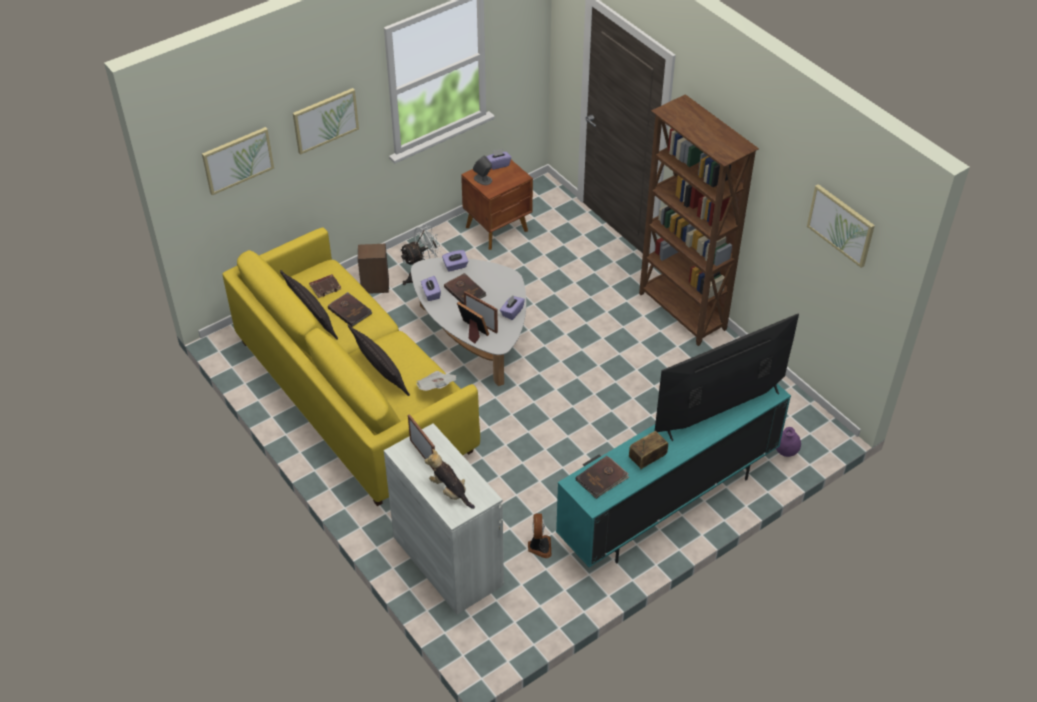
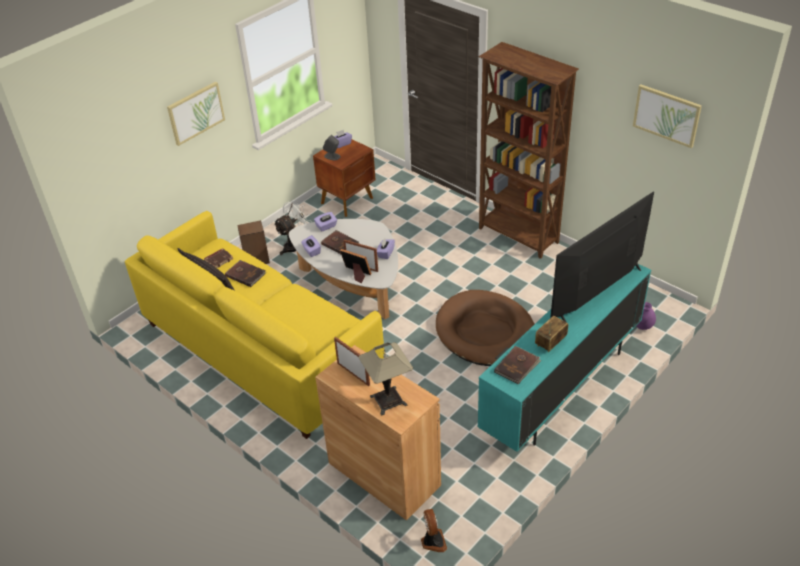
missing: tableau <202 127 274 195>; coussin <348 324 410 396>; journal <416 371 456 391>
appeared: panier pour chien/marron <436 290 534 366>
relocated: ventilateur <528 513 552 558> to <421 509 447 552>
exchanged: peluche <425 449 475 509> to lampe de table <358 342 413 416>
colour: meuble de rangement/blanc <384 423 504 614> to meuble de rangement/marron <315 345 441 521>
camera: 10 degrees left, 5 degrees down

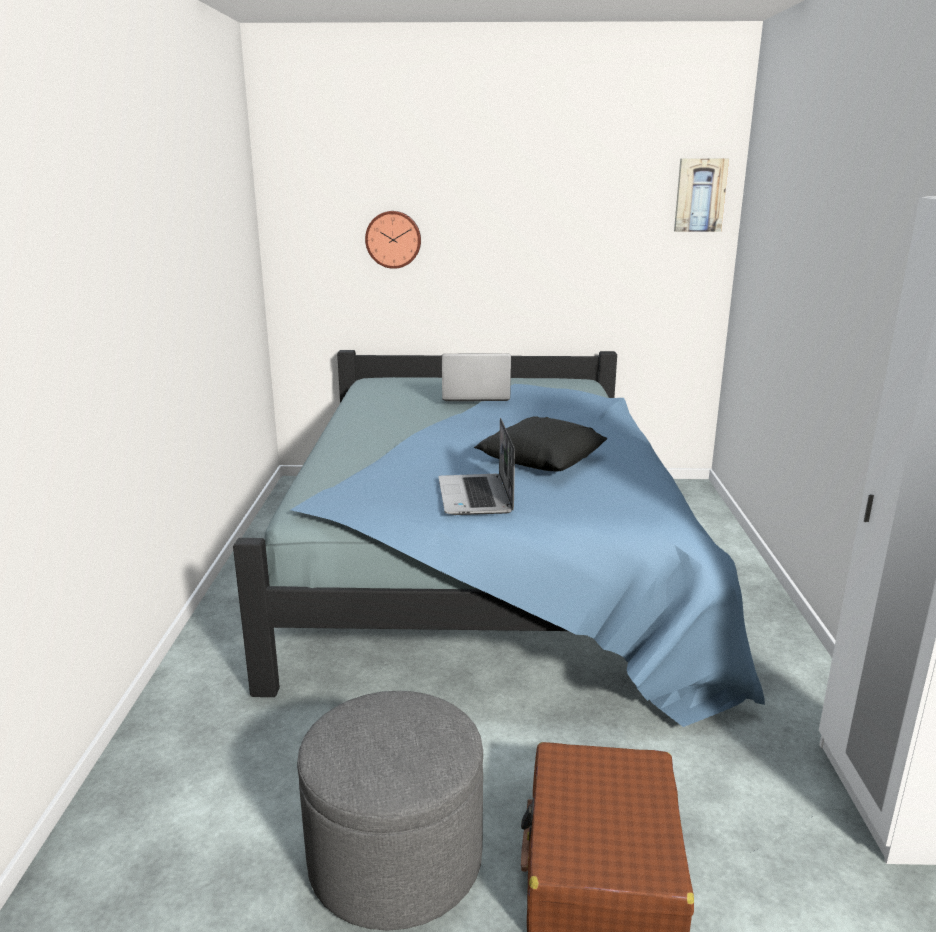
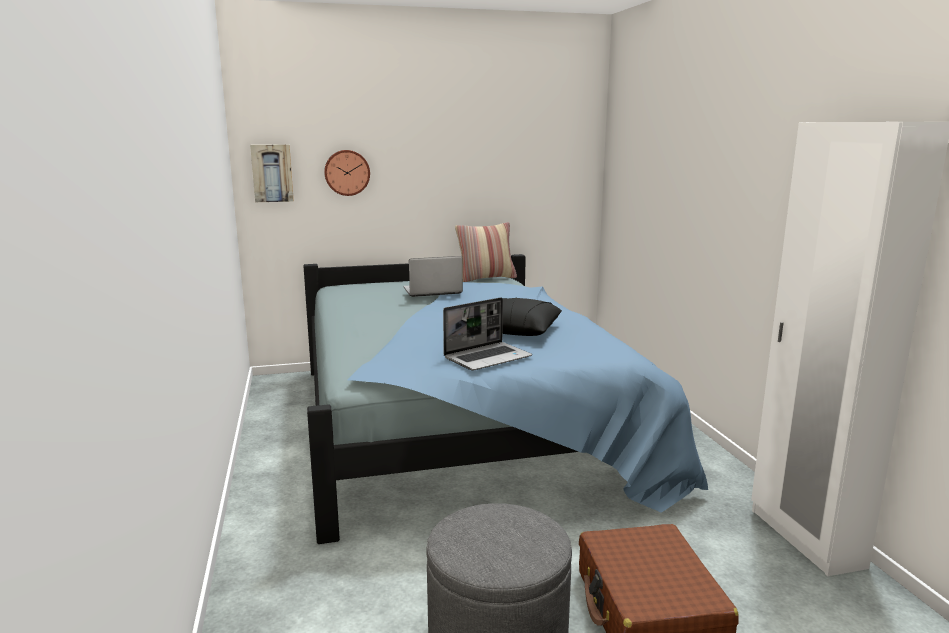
appeared: coussin <455 222 517 282>
relocated: tableau <674 159 729 232> to <250 145 294 202>
spun: ordinateur portable <439 418 515 515> = <443 297 532 371> 105 degrees counterclockwise
camera: 15 degrees left, 5 degrees down

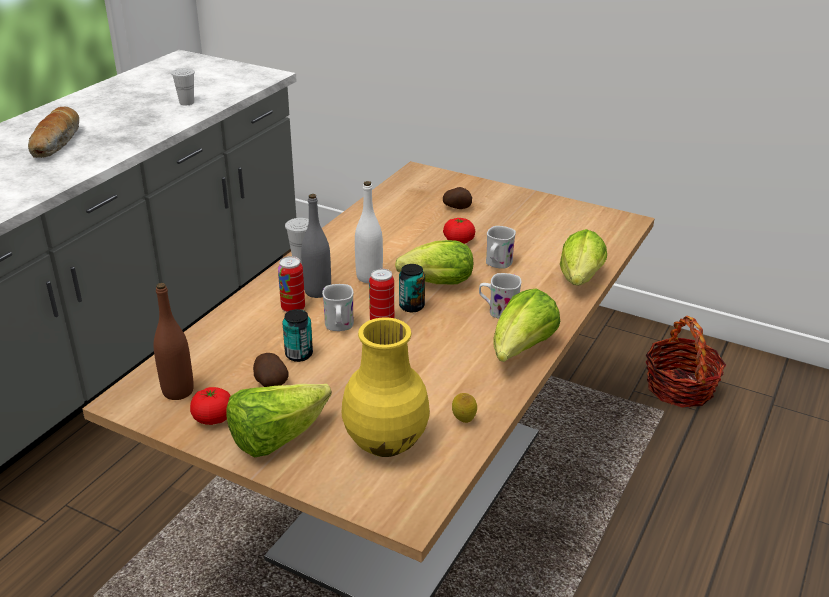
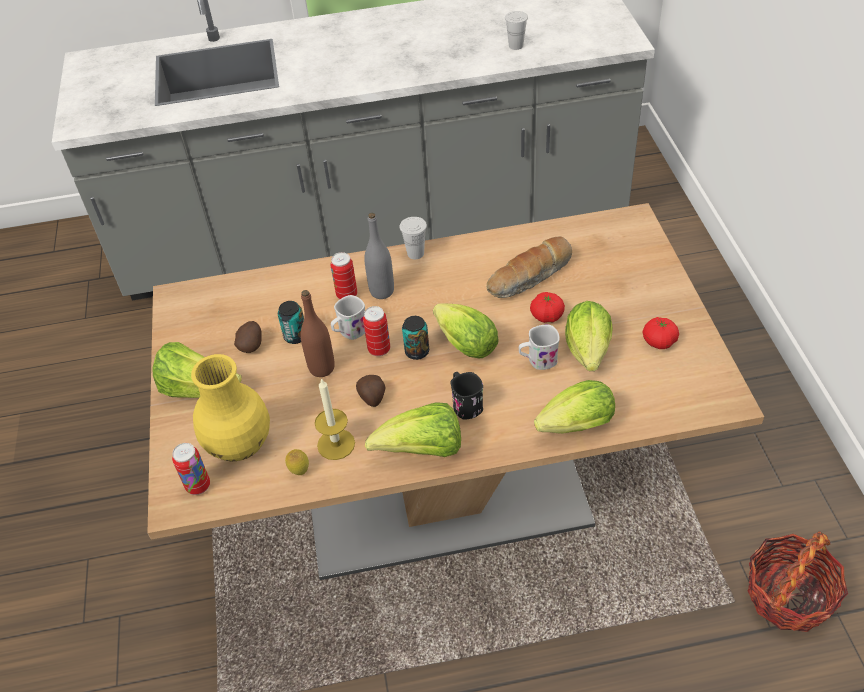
missing: bouteille/blanc <355 181 383 283>
appeared: boîte métallique <172 443 210 495>; bougie <315 378 355 460>; laitue <565 301 613 371>
relocated: pain <28 107 79 158> to <487 236 572 298>; bouteille/marron <153 283 194 400> to <300 290 335 377>; tomate <190 387 231 425> to <643 317 679 349>; pomme de terre <443 187 472 209> to <356 375 386 407>
colour: mug/blanc <479 273 521 319> to mug/noir <451 372 483 420>
camera: 55 degrees right, 15 degrees up

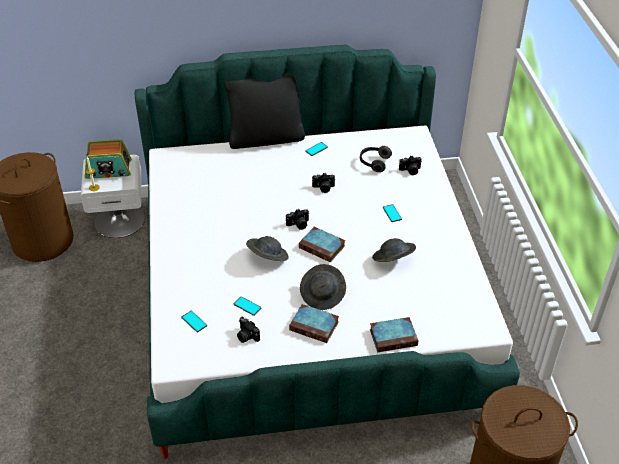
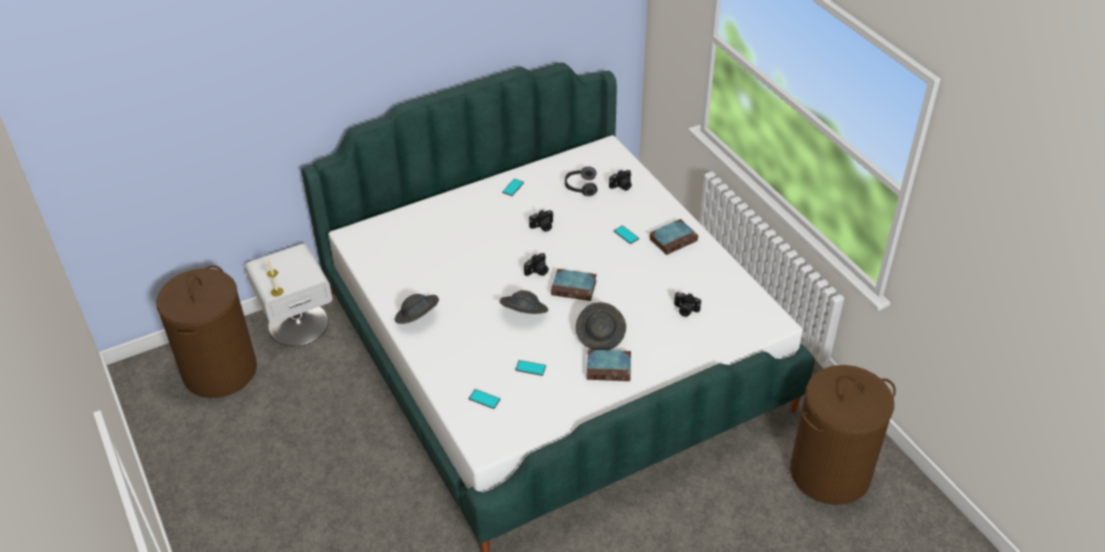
missing: radio <85 139 132 179>; coussin/noir <224 72 305 149>
relocated: appareil photo <237 317 260 343> to <674 292 701 317>; livre <370 317 418 352> to <650 219 698 255>; chapeau/gris <372 238 416 262> to <395 294 439 324>
camera: 20 degrees left, 0 degrees up

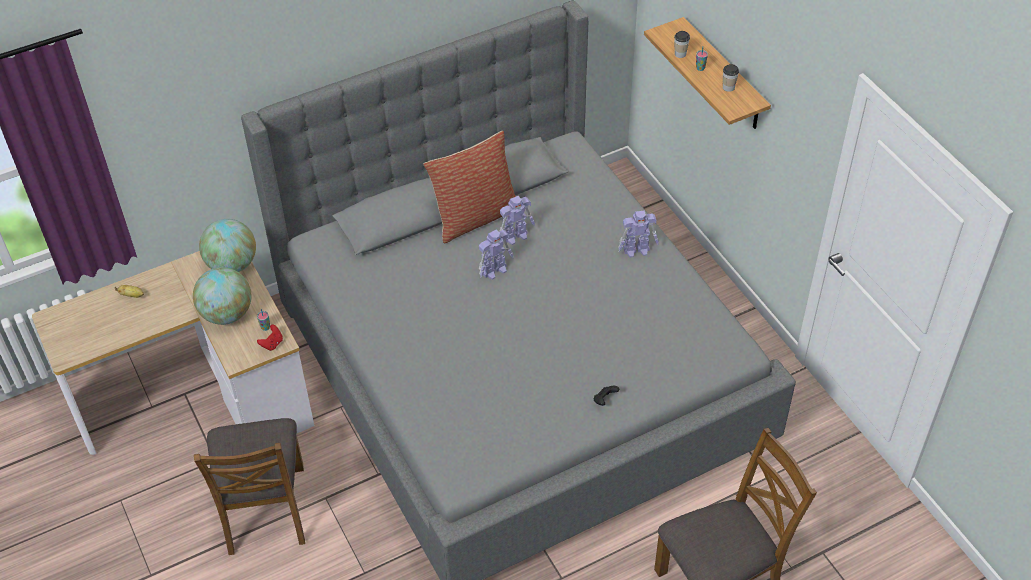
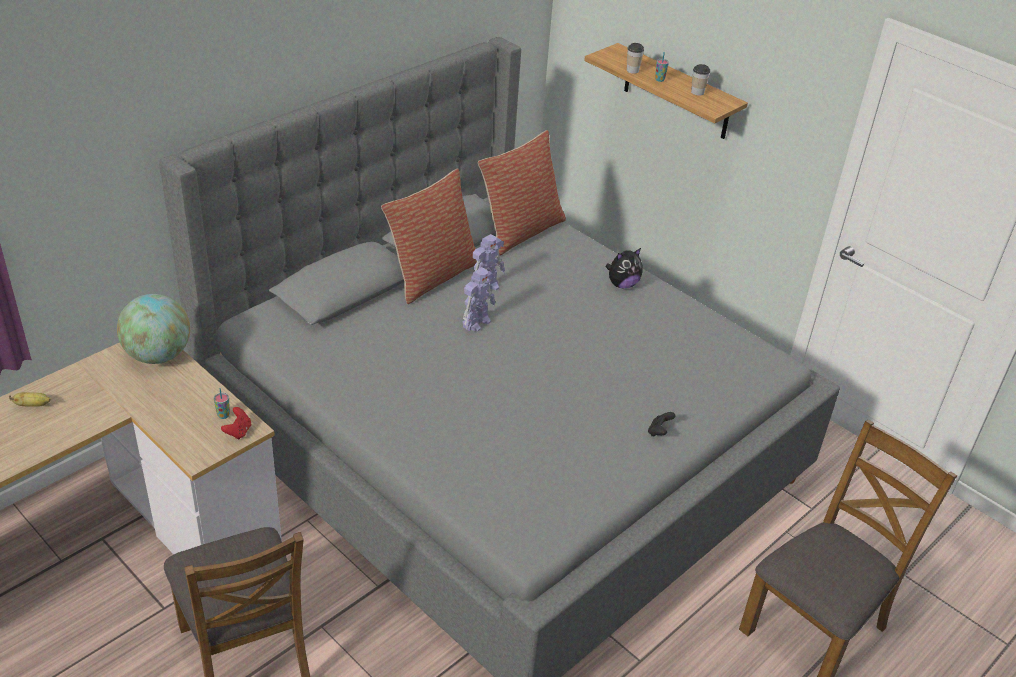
missing: globe <193 267 251 325>
appeared: coussin <478 130 566 255>
exchanged: robot jouet <618 211 659 258> to peluche <605 248 643 288>
camera: 20 degrees left, 10 degrees down

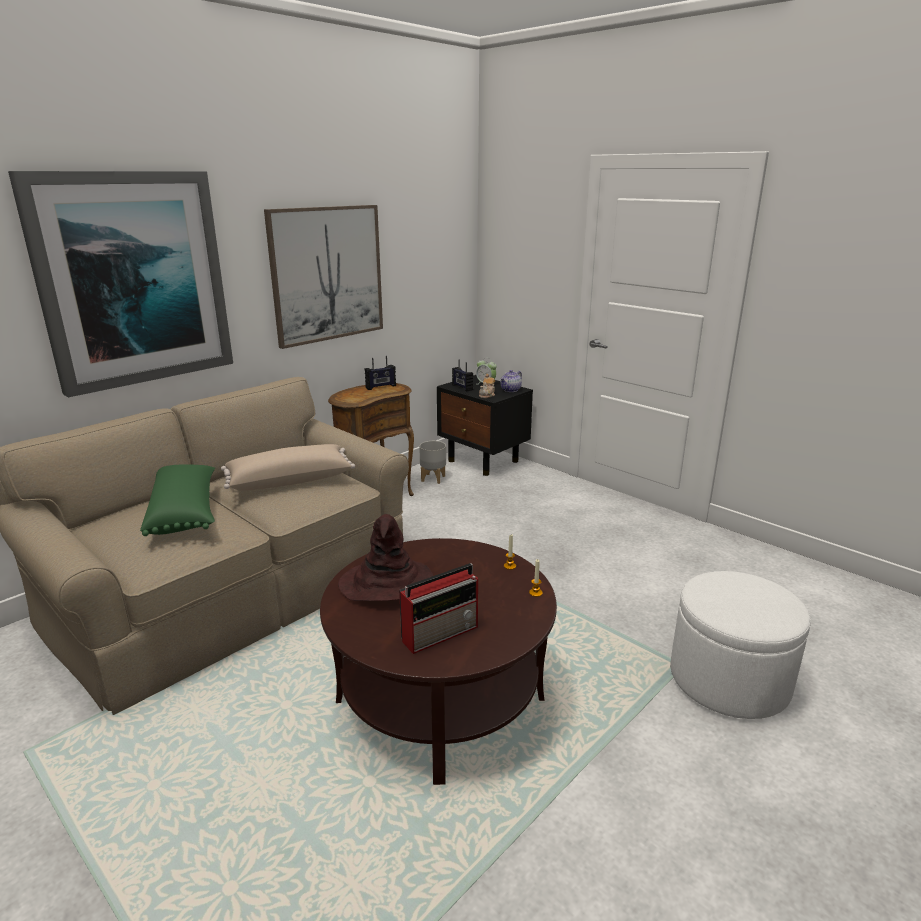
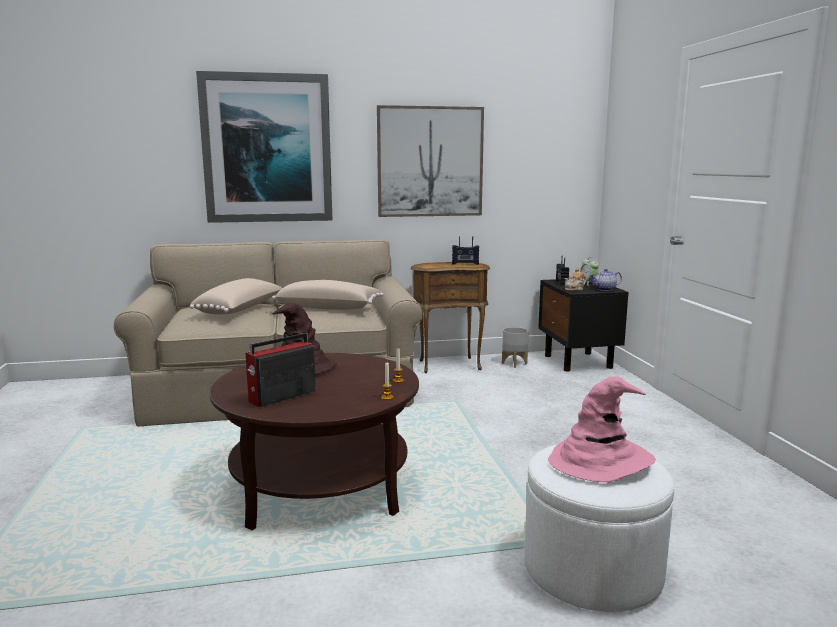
appeared: chapeau/rose <548 376 656 482>
colour: coussin/vert <140 464 215 536> to coussin/beige <190 278 282 314>
spun: radio <399 563 478 654> = <246 333 316 407> 135 degrees clockwise
camera: 35 degrees right, 10 degrees down

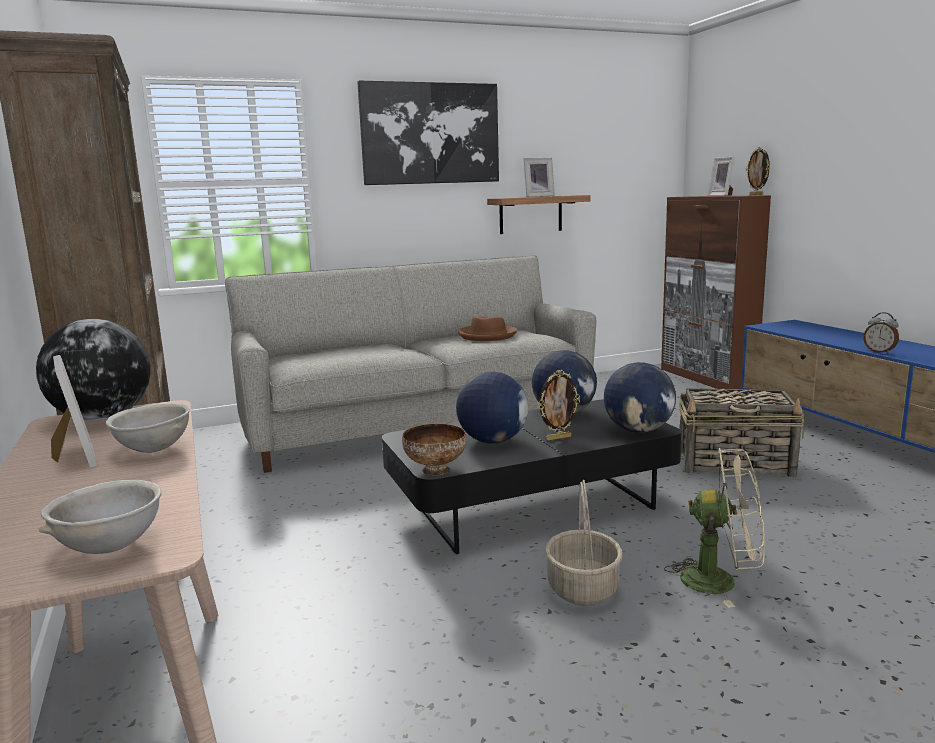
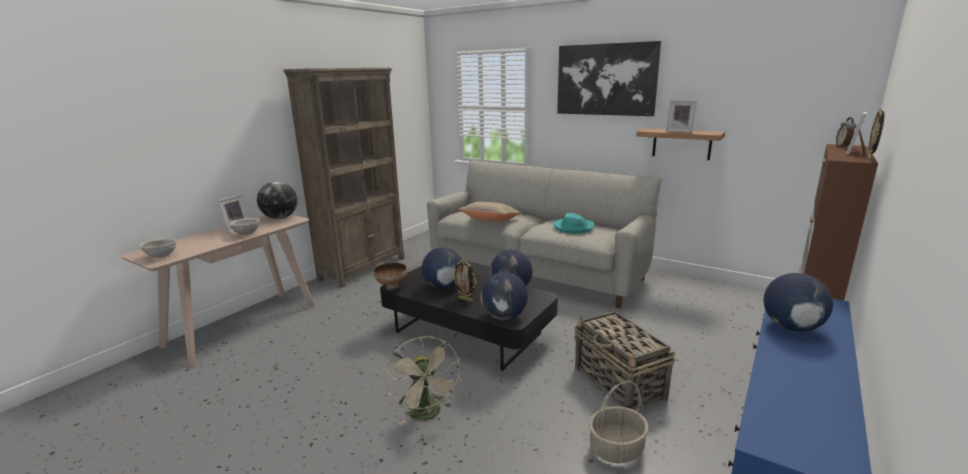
appeared: coussin/beige <458 202 522 221>; globe <763 273 833 332>
relocated: panier <545 480 623 606> to <589 381 649 463>; réveil <863 312 899 354> to <836 117 857 148>
colour: chapeau/marron <458 316 517 341> to chapeau/turquoise <553 213 594 234>
camera: 55 degrees right, 5 degrees up

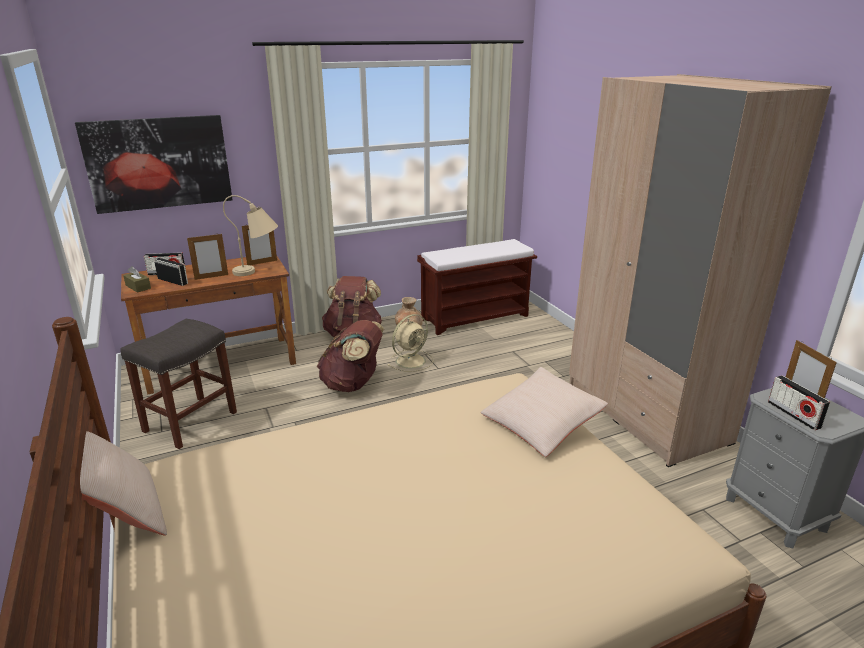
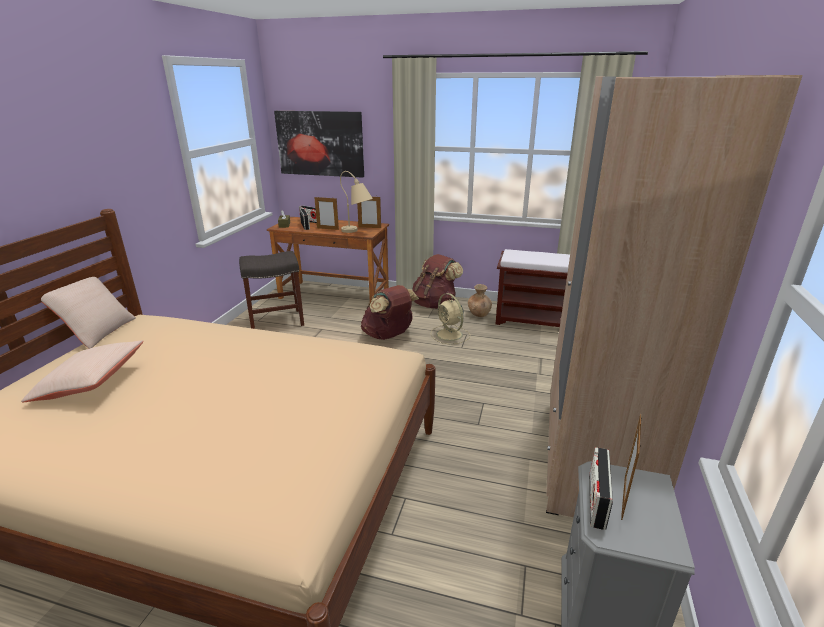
relocated: coussin/beige <481 367 608 457> to <21 340 143 402>
spun: ventilateur/beige <388 314 434 372> = <431 293 470 344> 60 degrees clockwise
camera: 40 degrees right, 0 degrees up

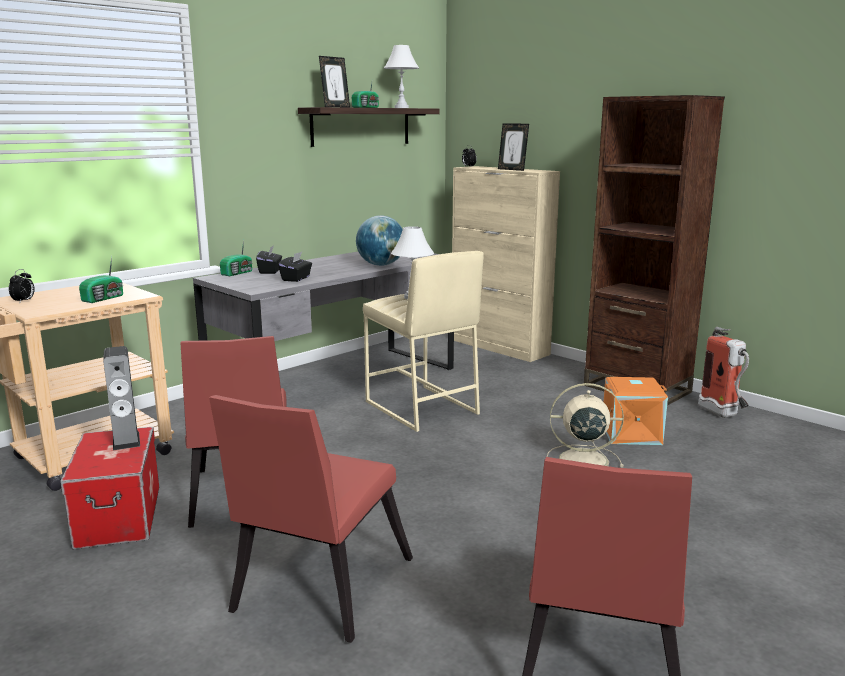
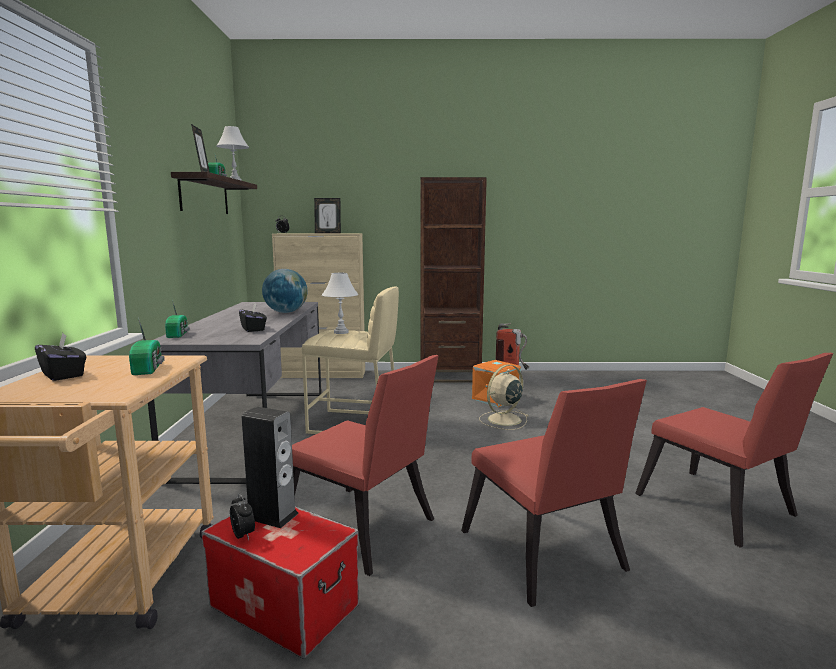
relocated: réveil <9 269 35 302> to <230 494 255 540>; boîte à mouchoirs/noir <256 245 282 274> to <35 333 86 381>
camera: 45 degrees left, 5 degrees down

